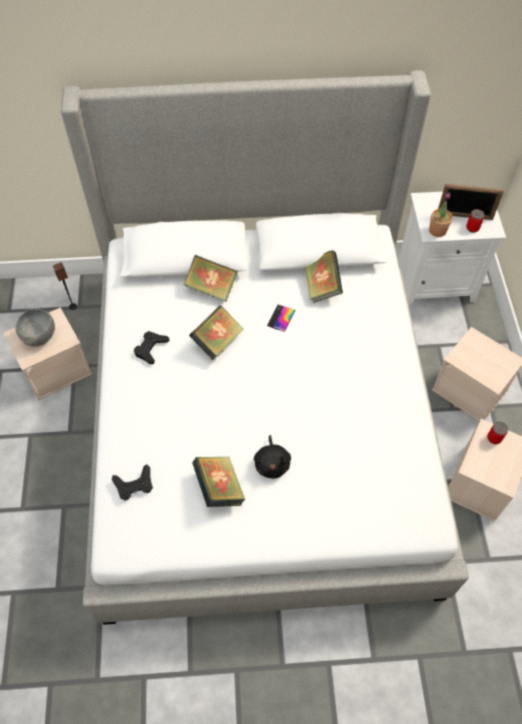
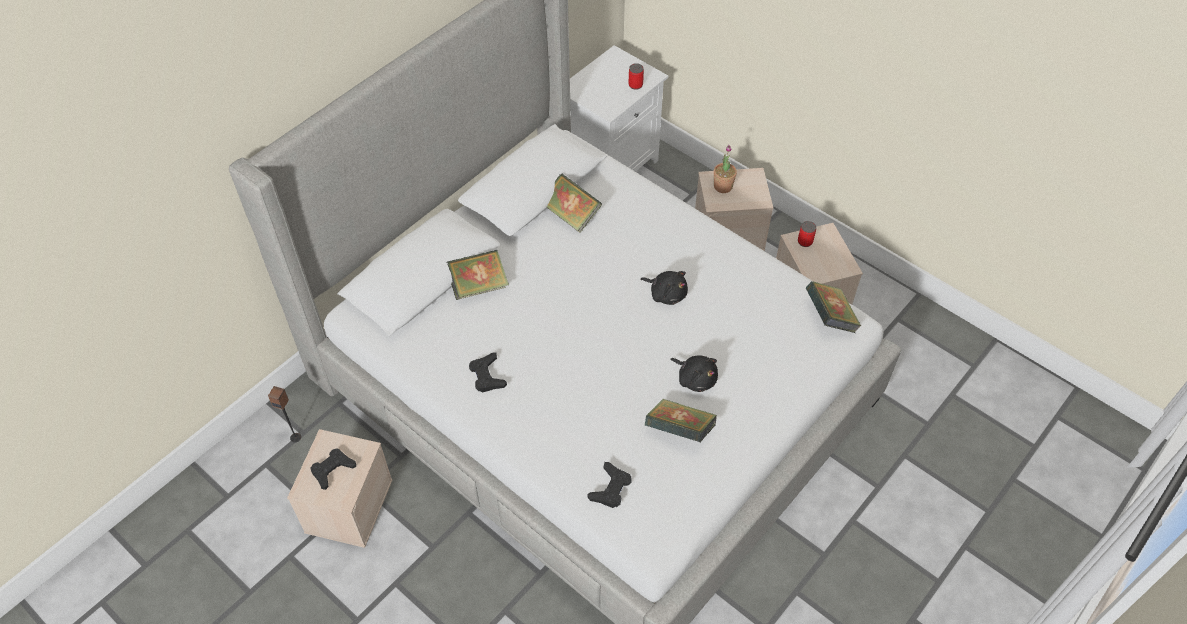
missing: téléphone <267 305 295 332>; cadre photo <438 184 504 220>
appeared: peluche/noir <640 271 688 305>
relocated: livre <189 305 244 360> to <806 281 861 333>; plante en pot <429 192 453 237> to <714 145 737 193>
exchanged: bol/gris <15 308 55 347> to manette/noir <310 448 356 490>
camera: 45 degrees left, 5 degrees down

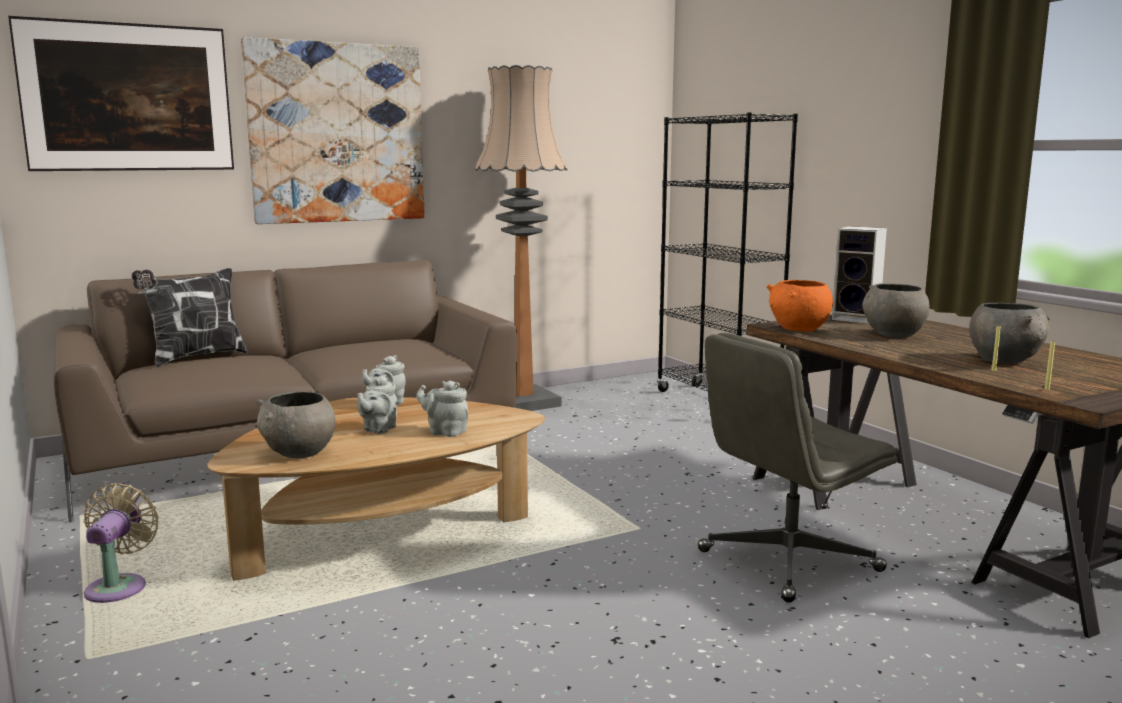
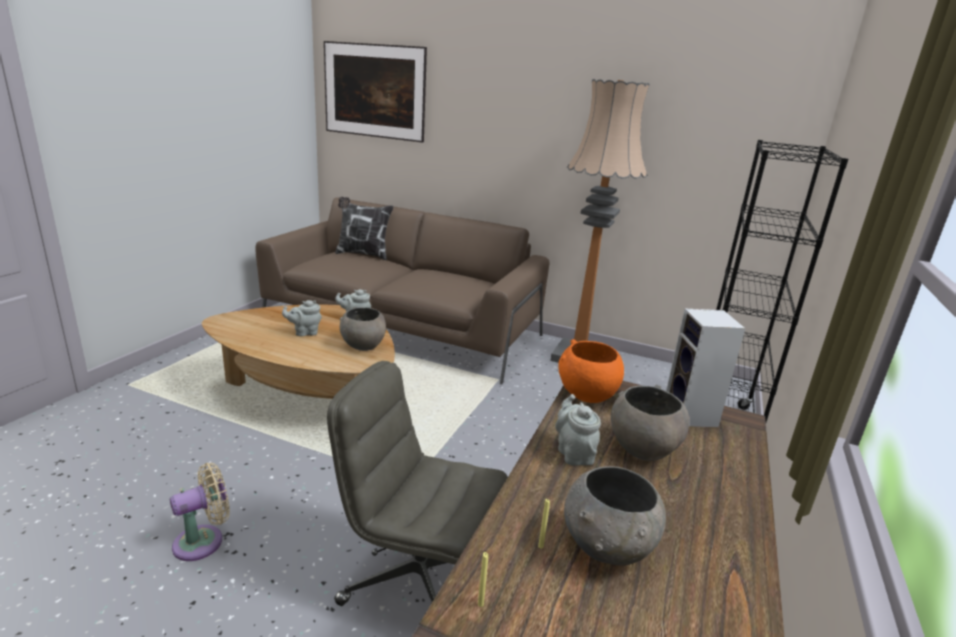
missing: tableau <241 37 425 224>
relocated: ventilateur/beige <83 483 159 603> to <170 463 230 561>; bol/gris <255 392 336 458> to <340 307 386 351>; théière/gris <416 381 468 437> to <555 394 601 465>
camera: 50 degrees right, 10 degrees up

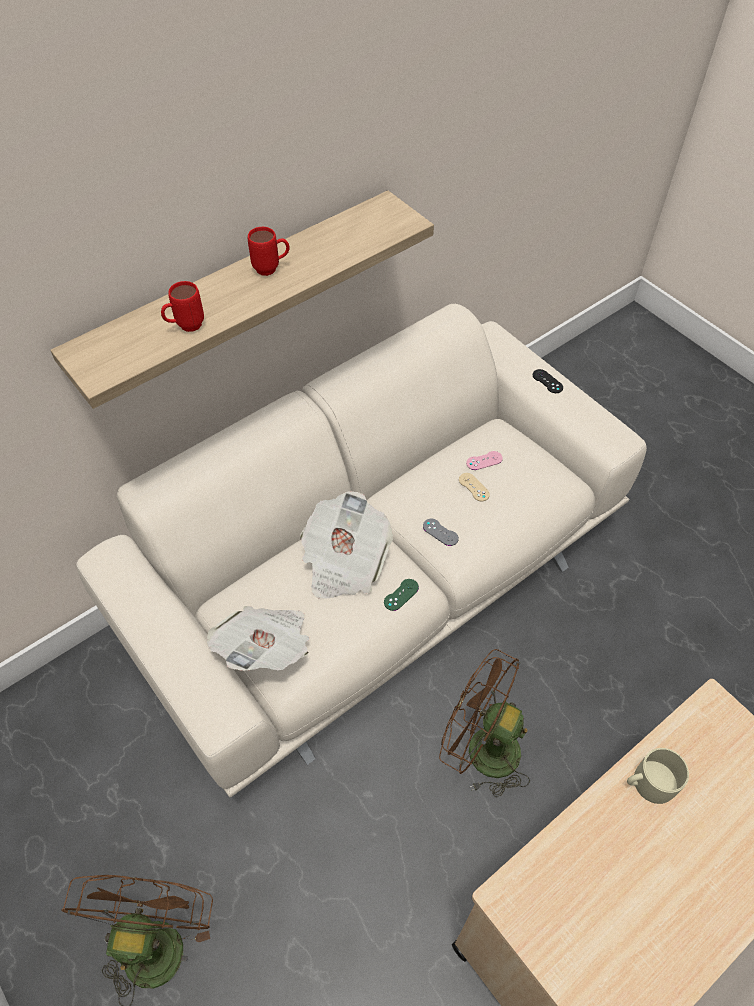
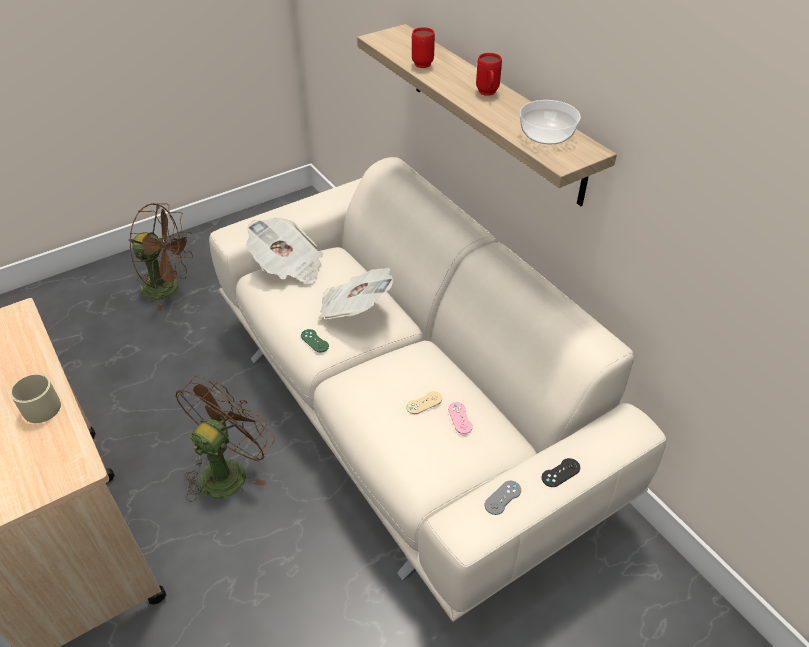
appeared: bol <520 100 581 144>
relocated: manette/gris <423 519 459 546> to <485 481 521 515>
camera: 95 degrees right, 10 degrees down

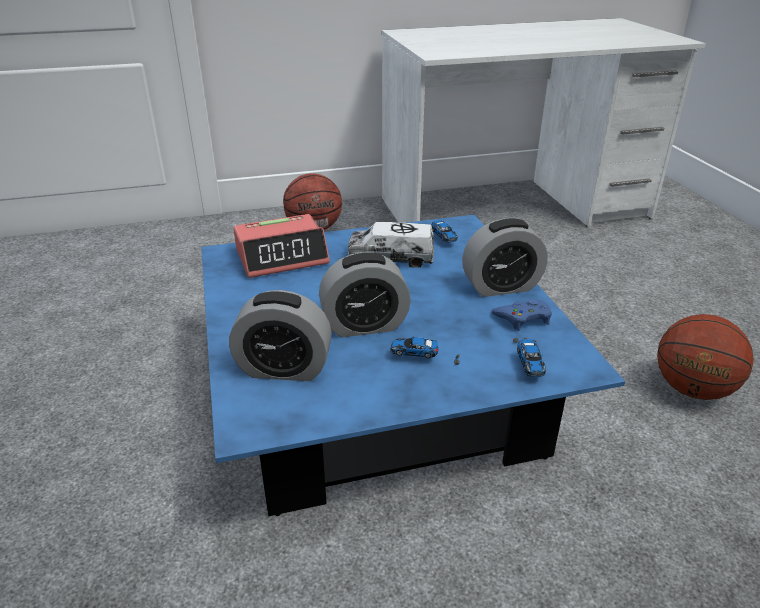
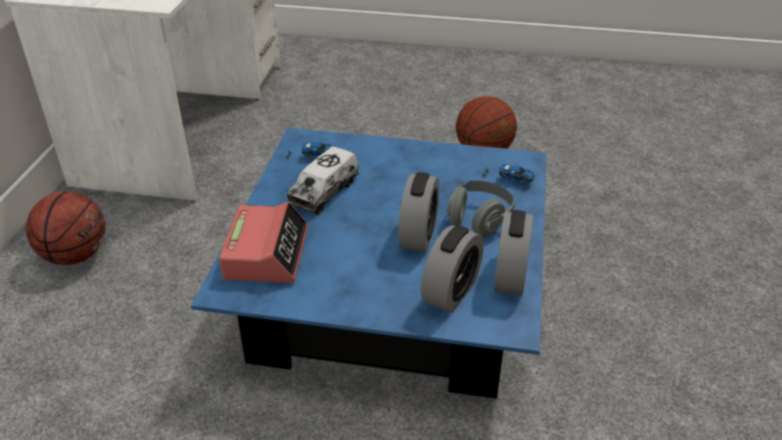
missing: manette/bleu <492 299 552 331>
relocated: réveil <462 218 548 297> to <494 210 533 295>
exchanged: petite voiture <390 336 460 365> to casque audio/gris <447 181 515 236>
camera: 65 degrees left, 5 degrees up

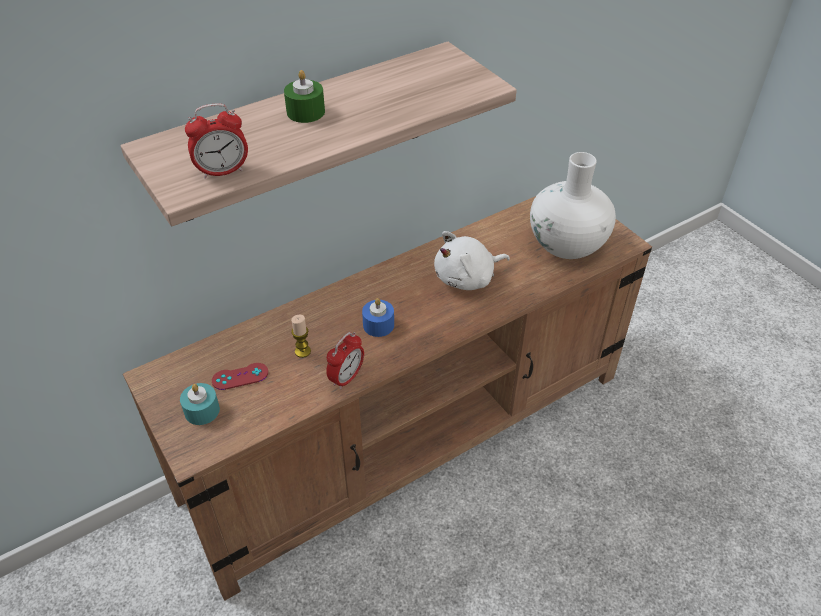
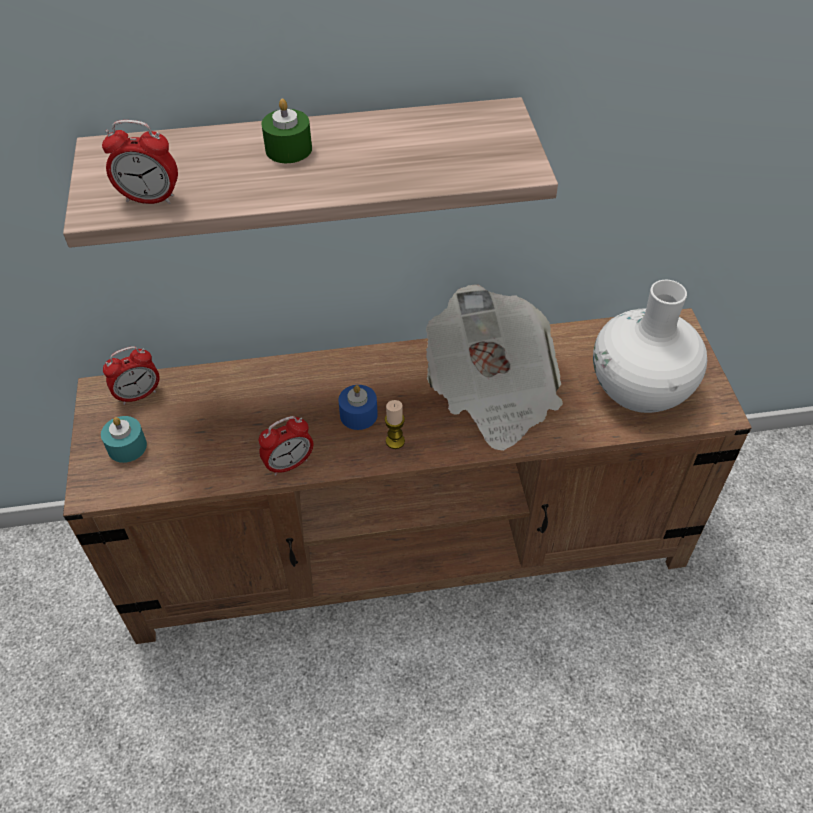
missing: manette/rouge <212 363 268 390>
appeared: réveil <103 346 159 405>
relocated: bougie <291 315 311 358> to <384 400 405 449>
exchanged: peluche/blanc <434 231 510 290> to journal <426 284 563 451>
camera: 25 degrees right, 5 degrees up

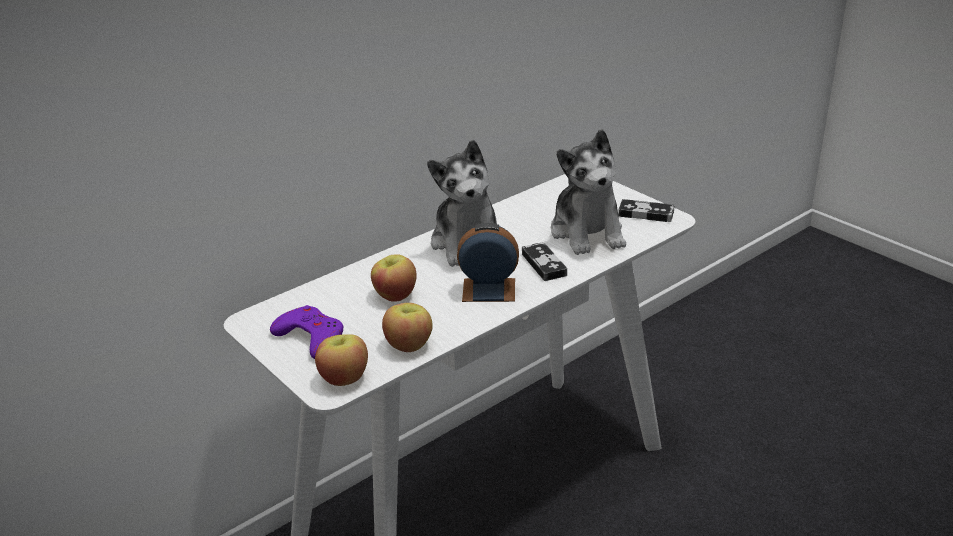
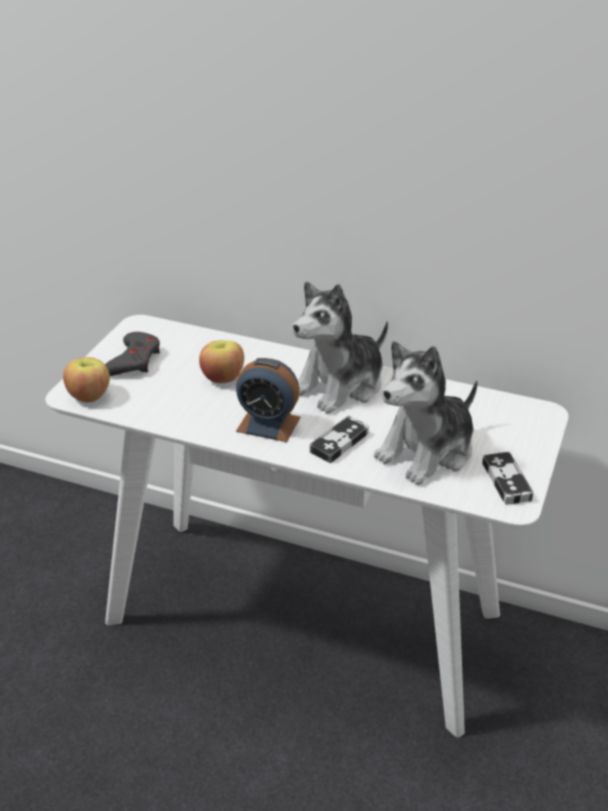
missing: pomme <382 303 433 352>
colour: manette/violet <270 305 344 359> to manette/gris <105 332 160 376>
spun: réveil <457 223 519 302> = <236 358 301 442> 135 degrees clockwise
camera: 60 degrees right, 5 degrees up

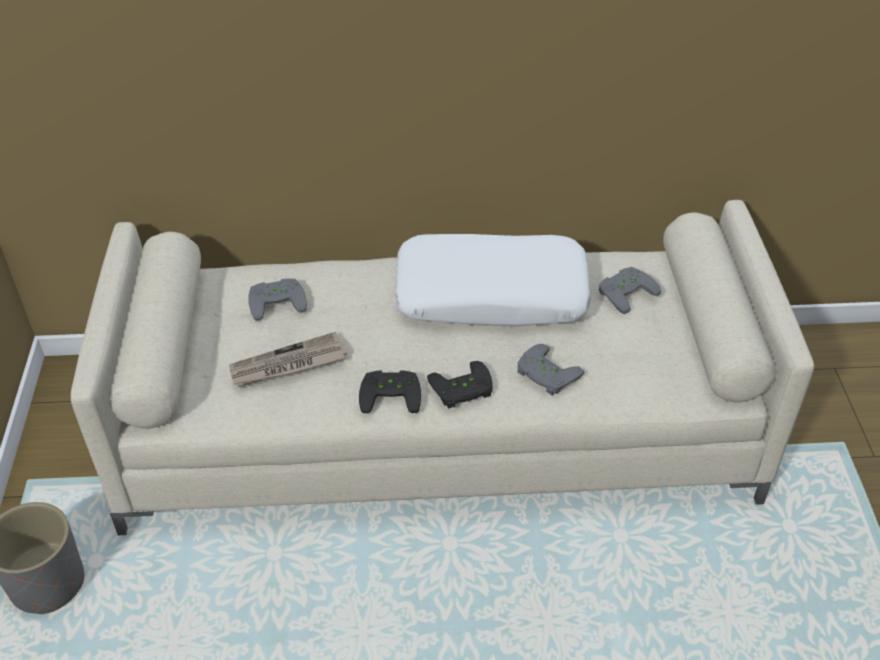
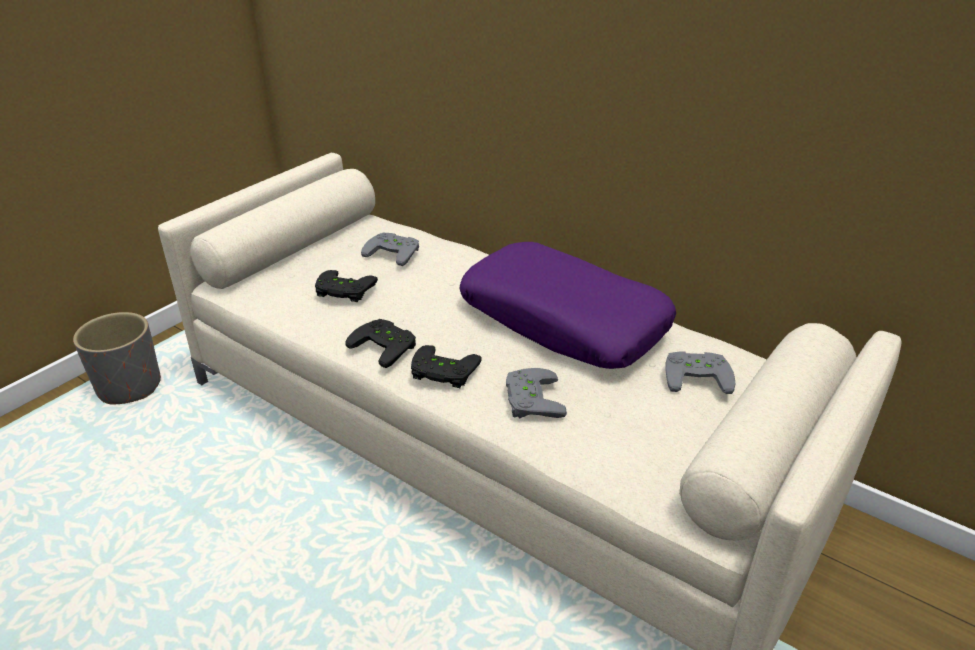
exchanged: journal <229 332 347 387> to manette/noir <315 270 378 302>
colour: coussin/blanc <395 234 591 326> to coussin/violet <460 242 676 369>
camera: 40 degrees right, 10 degrees down

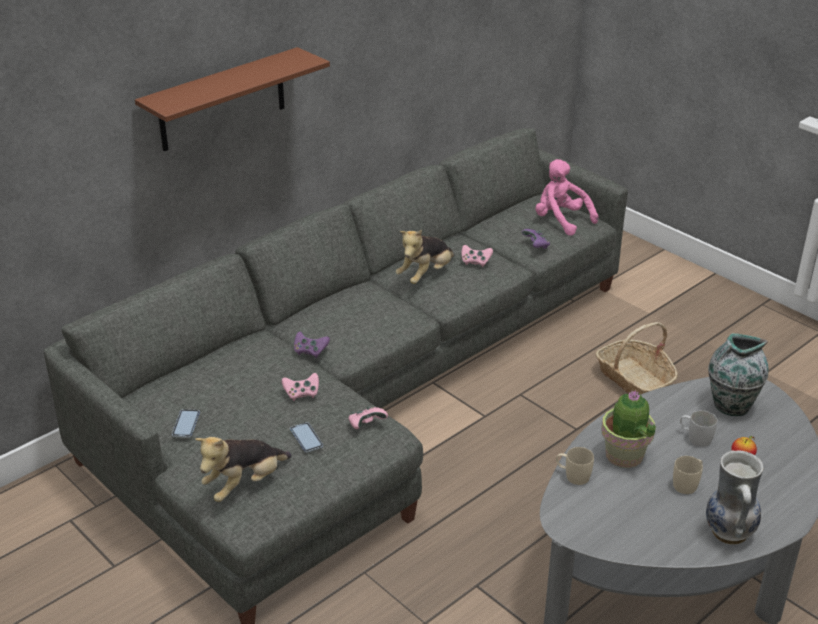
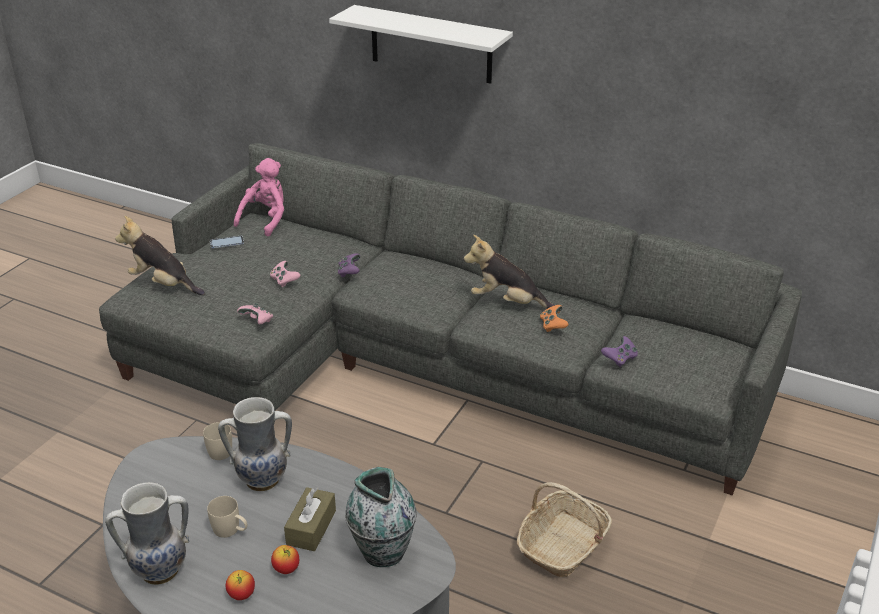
missing: téléphone <290 422 323 453>
appeared: pomme <226 570 255 600>
relocated: peluche/rose <535 159 599 236> to <234 158 284 237>
exchanged: plante en pot <601 390 656 468> to vase <218 397 292 491>; mug/blanc <680 410 717 447> to boîte à mouchoirs/marron <284 487 336 551>
colour: étagère/marron <135 47 330 151> to étagère/blanc <329 5 513 84>; manette/rose <461 245 493 267> to manette/orange <540 305 569 332>
camera: 70 degrees right, 0 degrees up

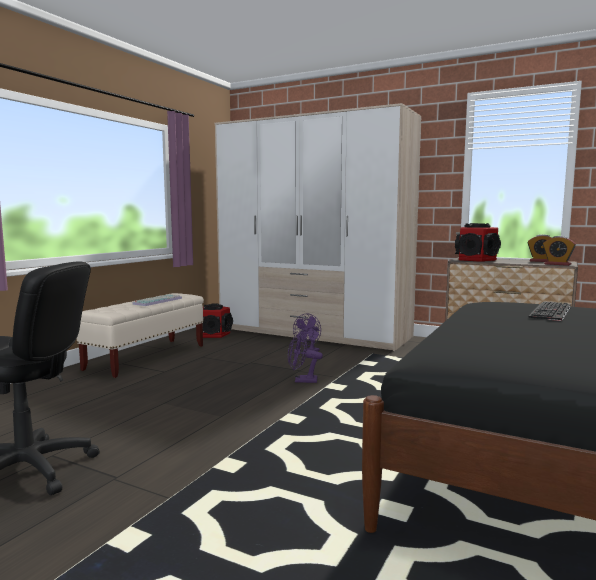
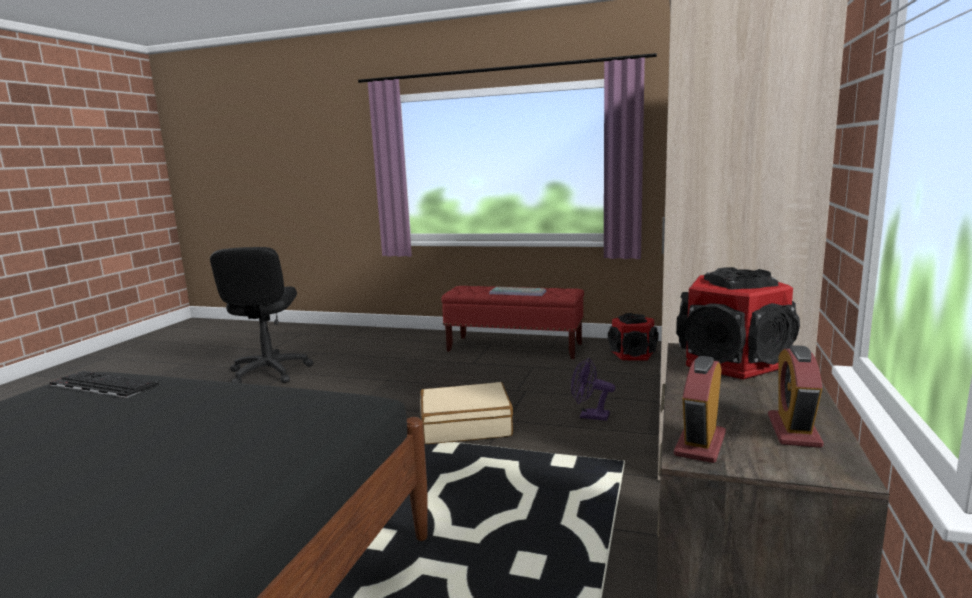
relocated: clavier <529 302 571 321> to <49 371 159 398>
exchanged: ventilateur/violet <288 333 323 383> to valise/beige <420 382 513 444>
colour: banc/beige <77 293 204 378> to banc/rouge <441 286 584 359>
camera: 80 degrees right, 5 degrees up

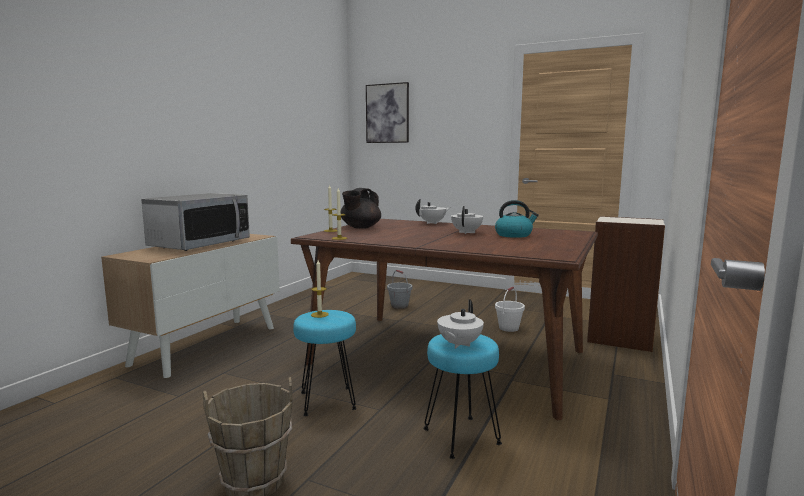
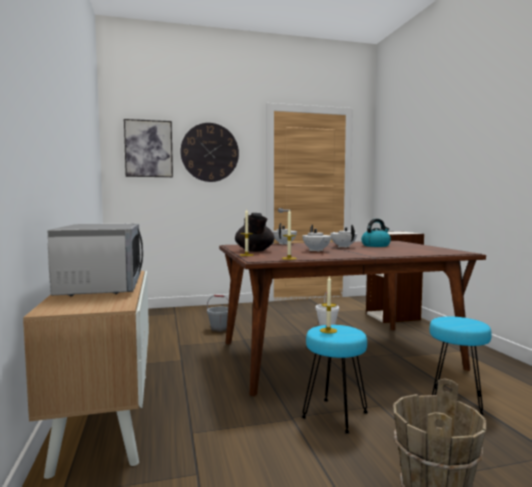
appeared: horloge murale <180 123 239 182>
relocated: théière/blanc <437 299 484 349> to <302 225 331 252>
camera: 40 degrees left, 5 degrees down

